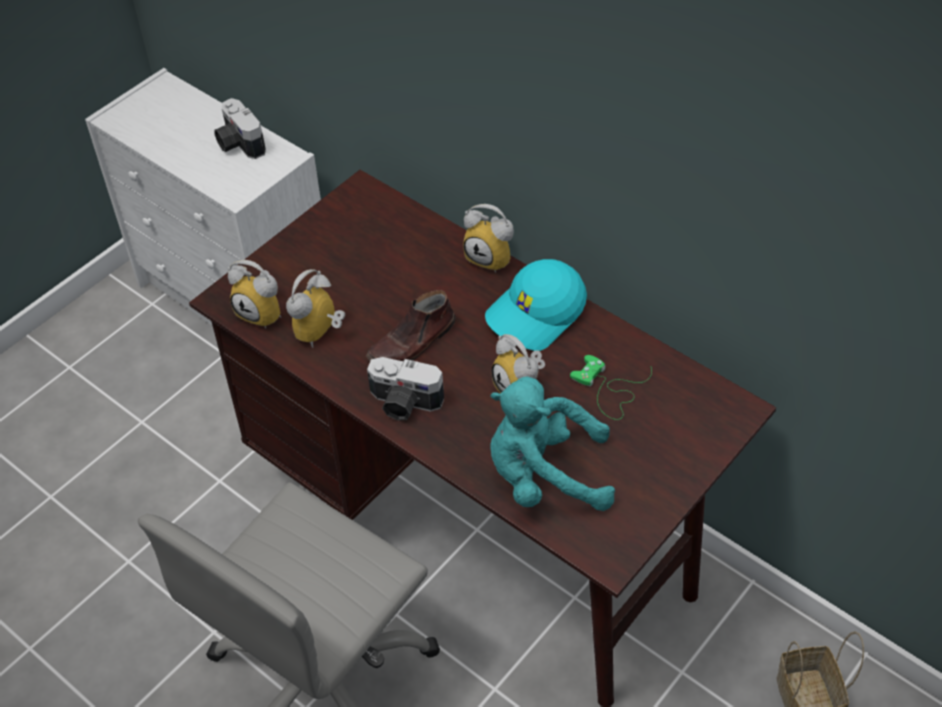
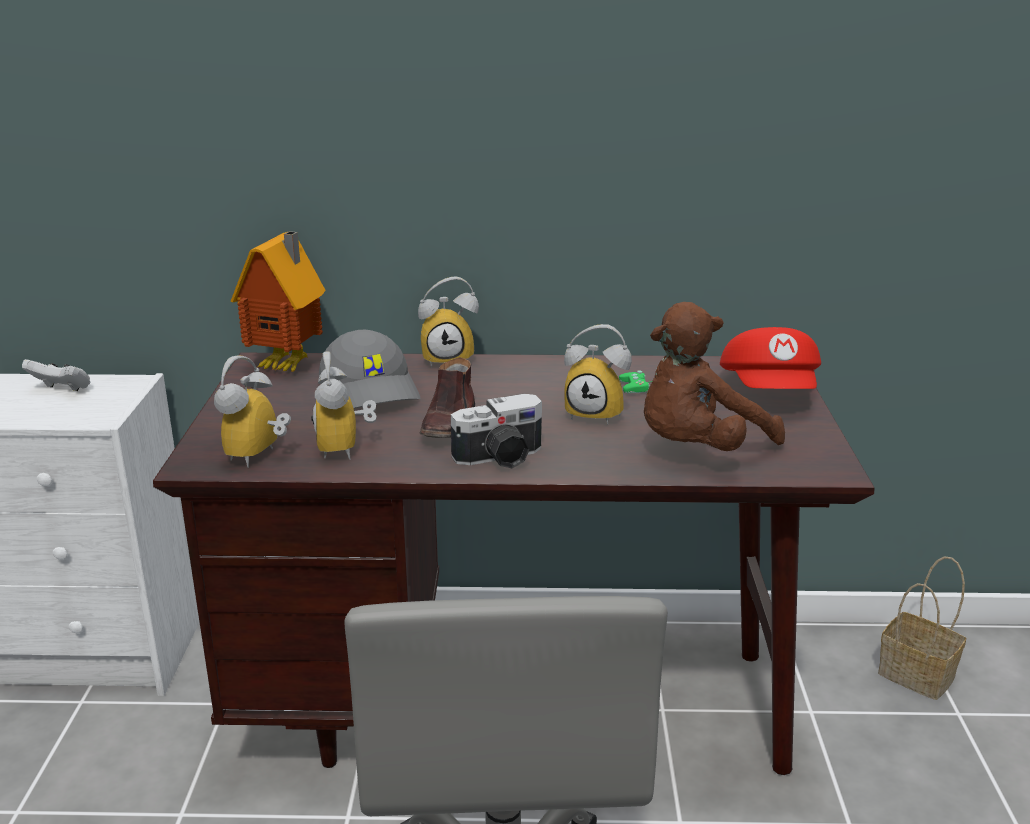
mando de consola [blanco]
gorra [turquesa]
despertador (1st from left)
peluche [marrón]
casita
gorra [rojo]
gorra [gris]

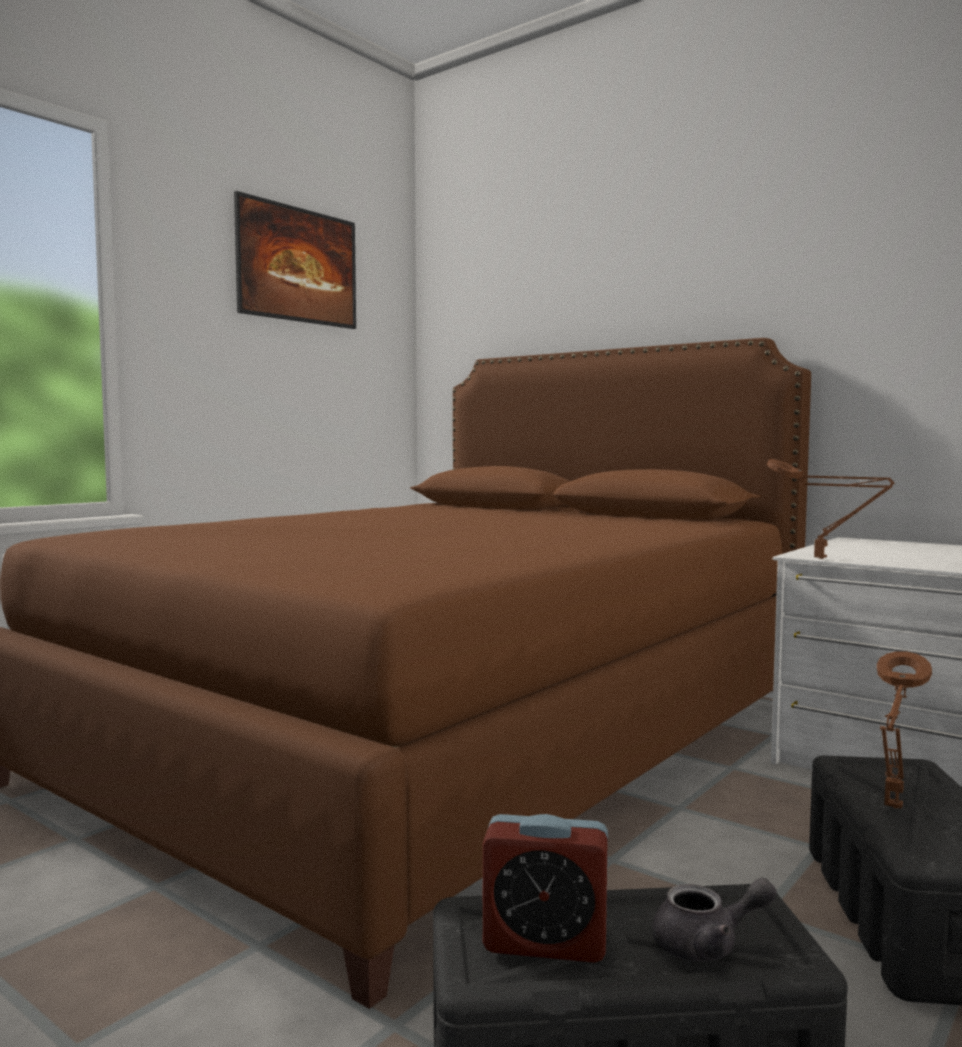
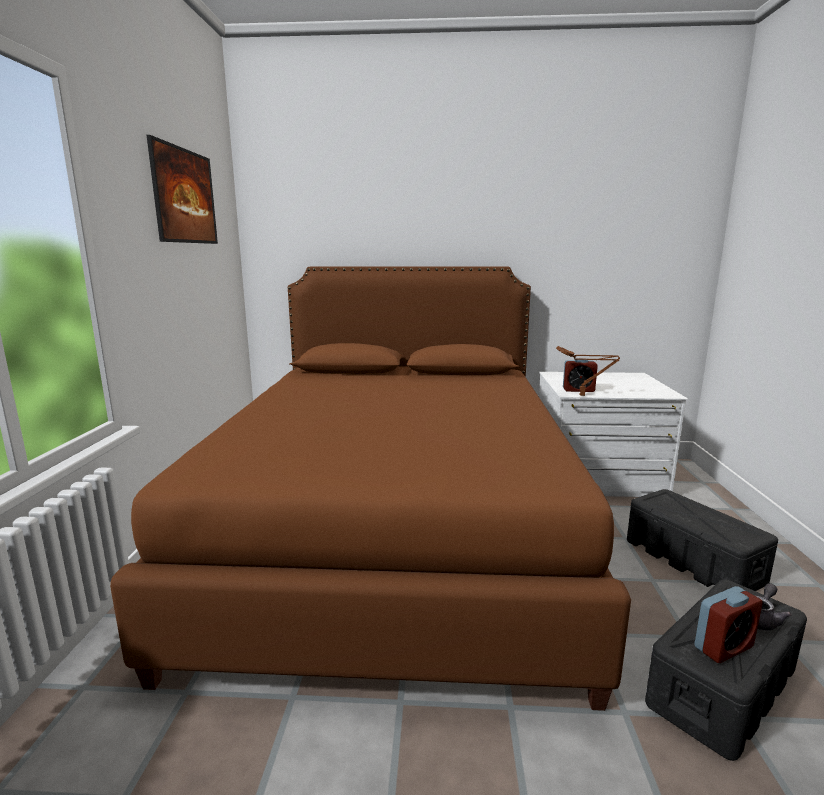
lámpara de mesa [marrón] (2nd from left in the first image)
despertador (1st from left)

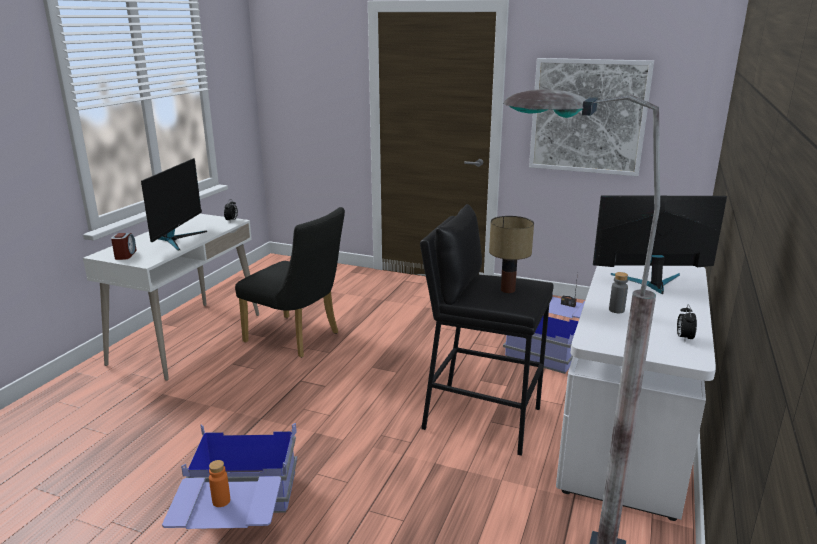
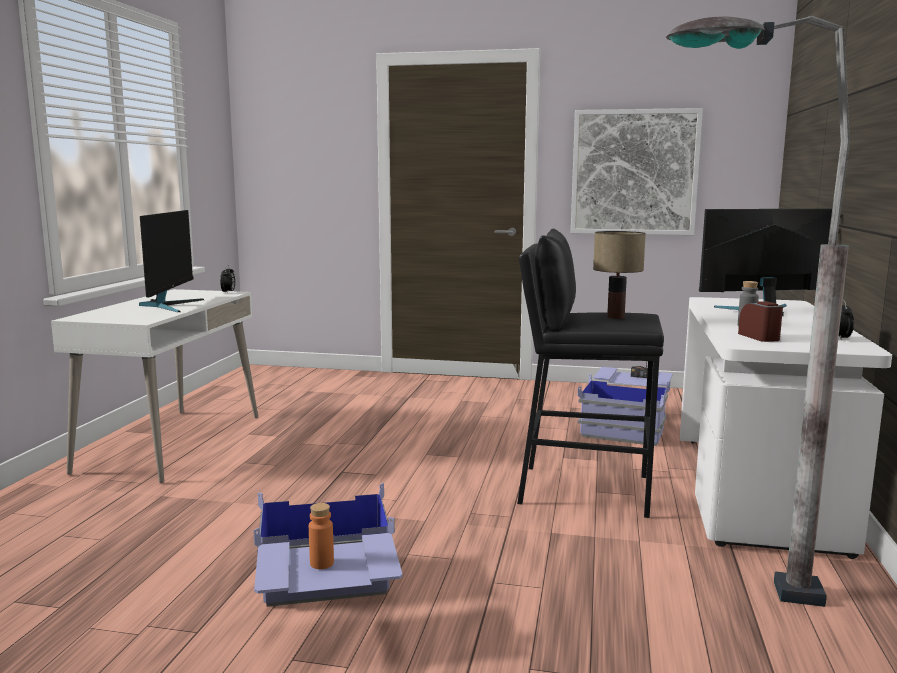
silla [negro]
despertador (2nd from left)

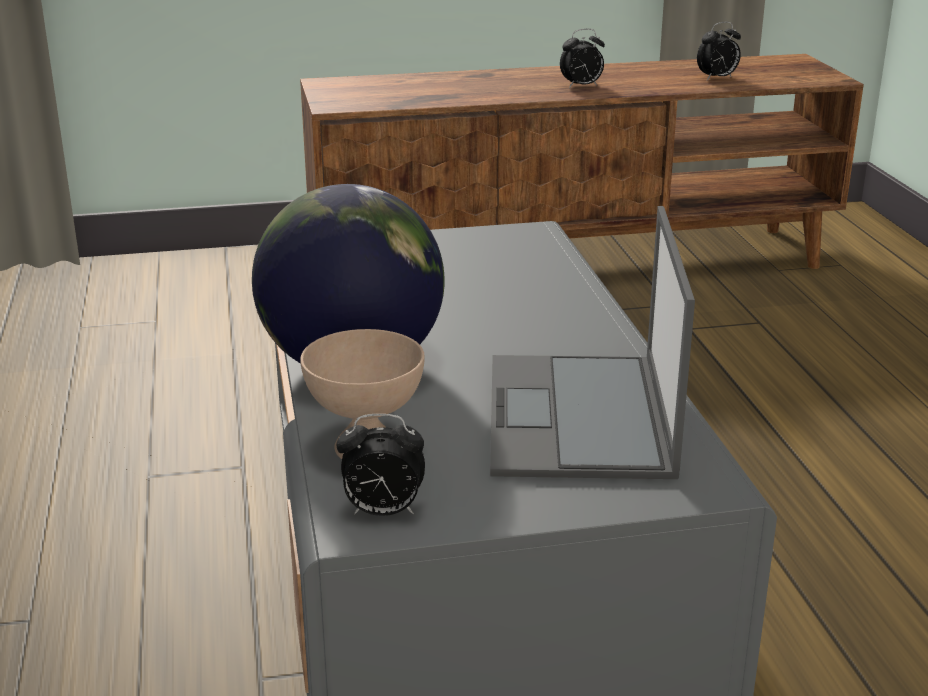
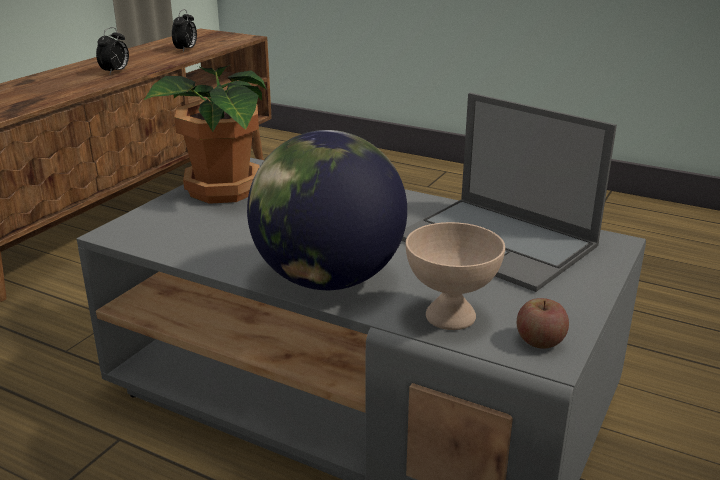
manzana
planta en maceta

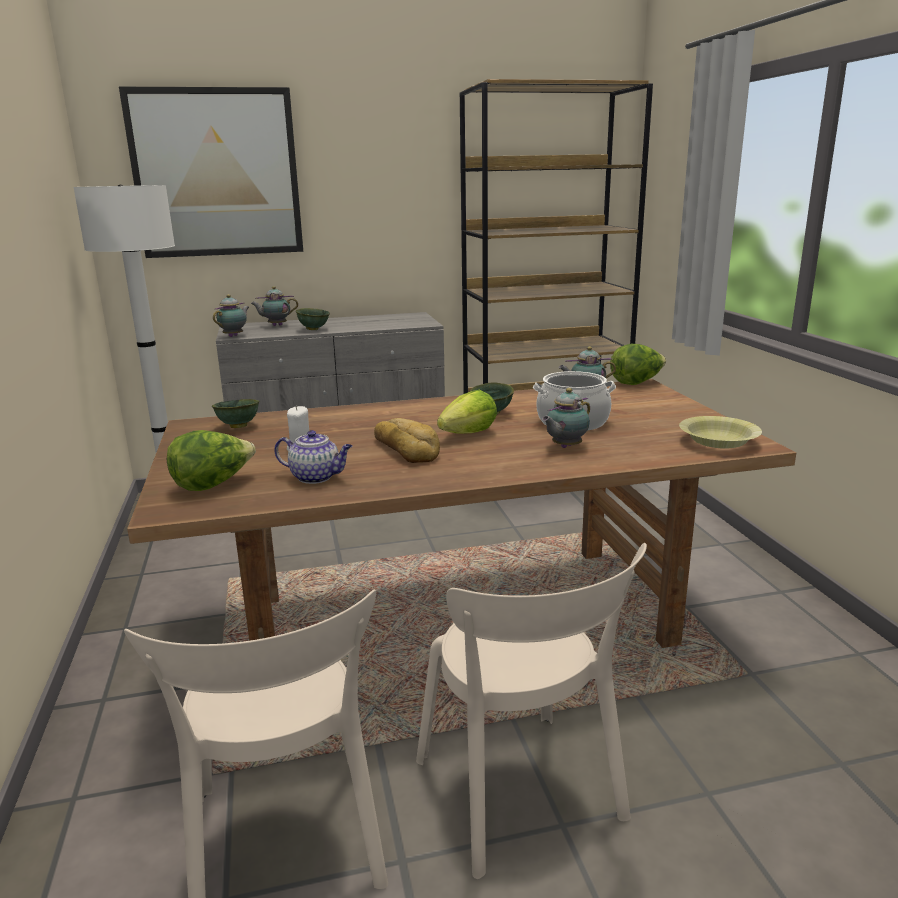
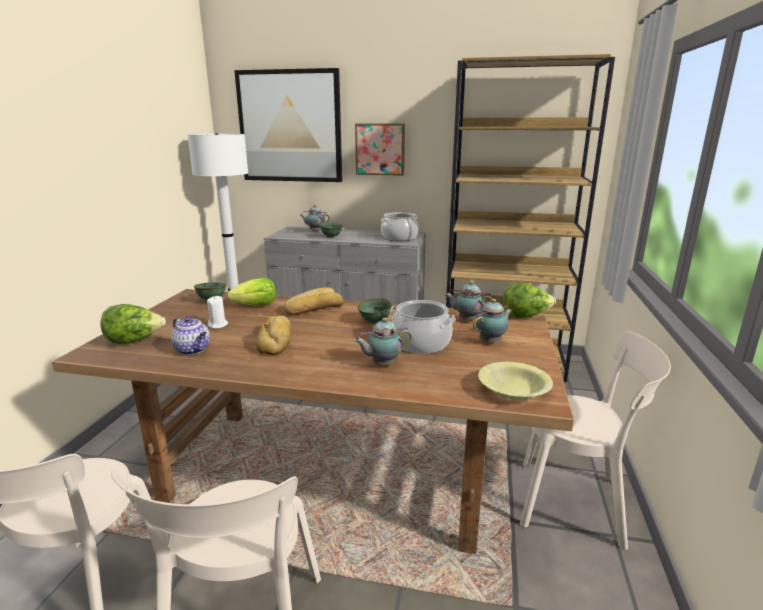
tetera (5th from left)
lechuga (2nd from left)
cuadro (2nd from left)
olla (1st from left)
pan (2nd from left)
silla [beis] (3rd from left)

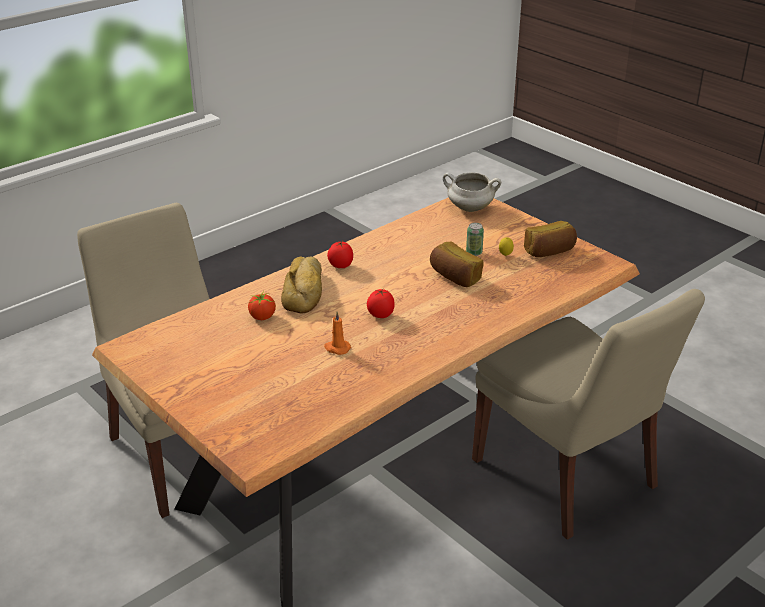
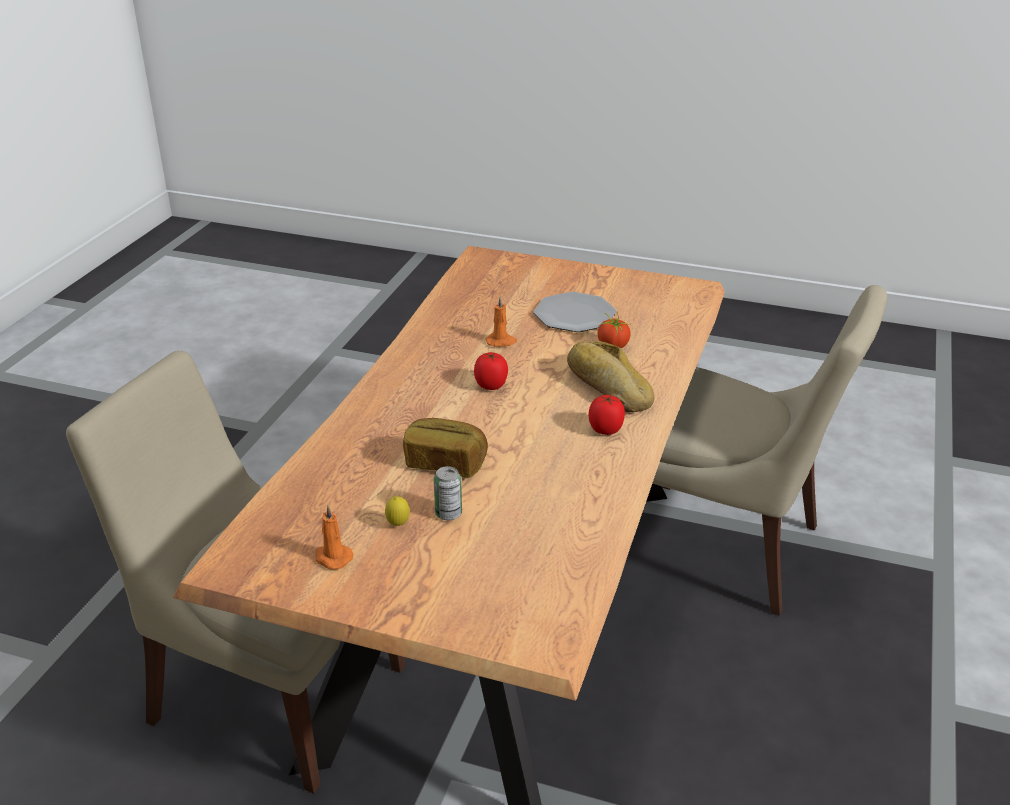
olla [blanco]
vela [naranja] (1st from left)
plato

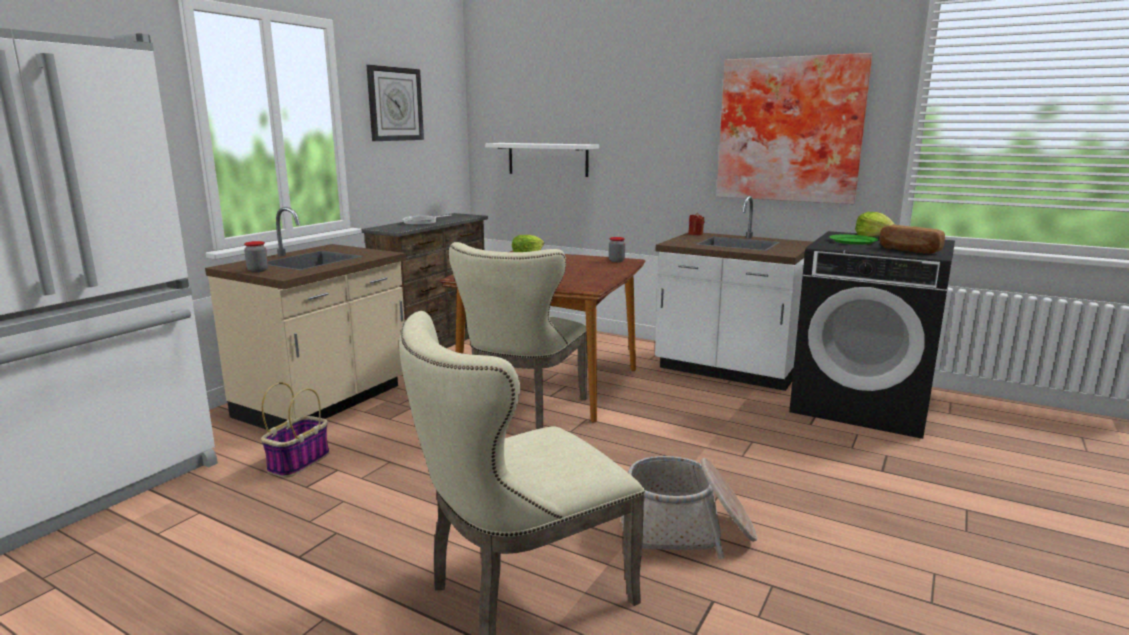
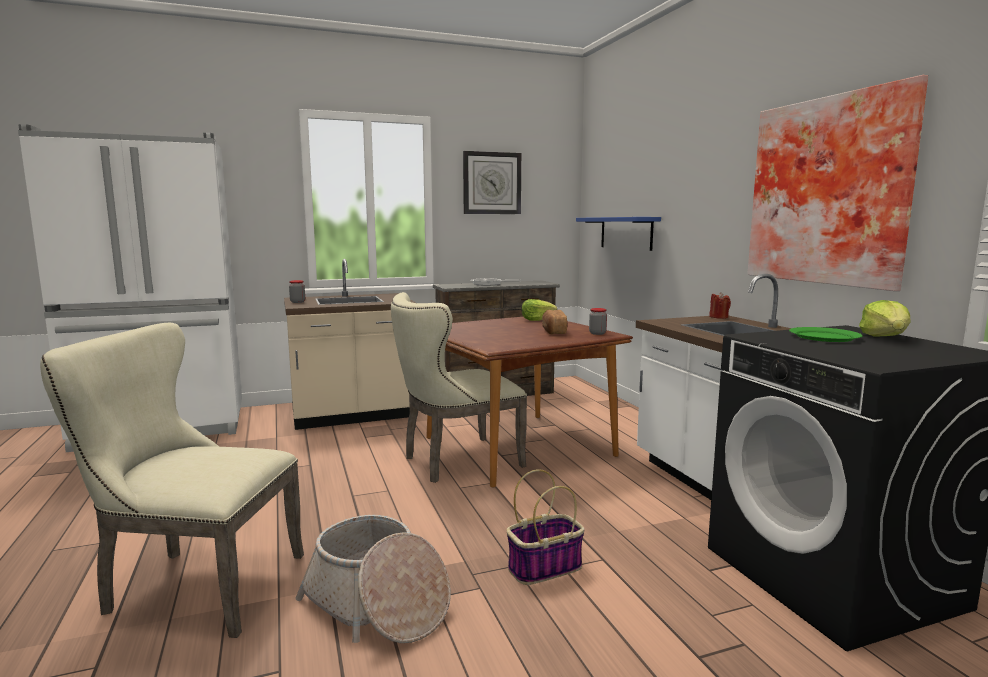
estante [azul]
pan
cesta (2nd from left)

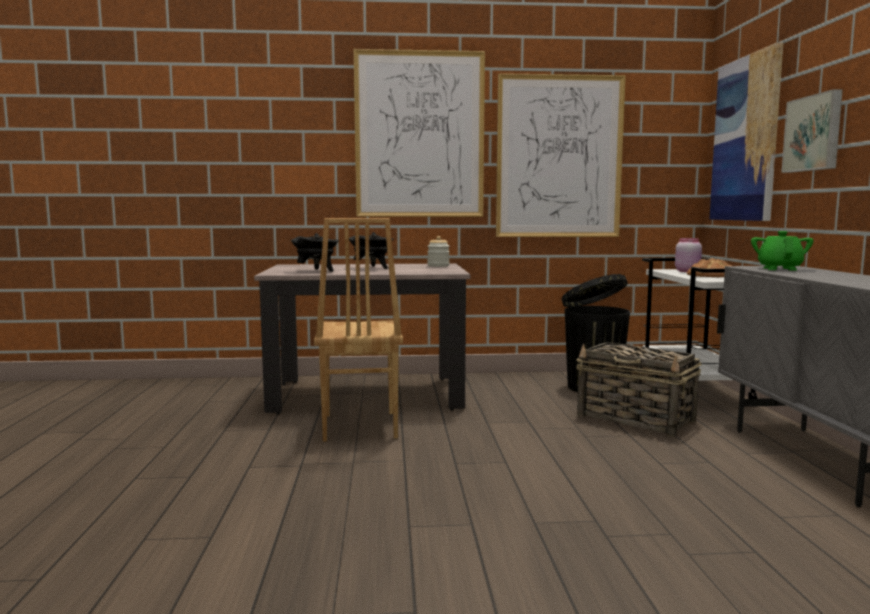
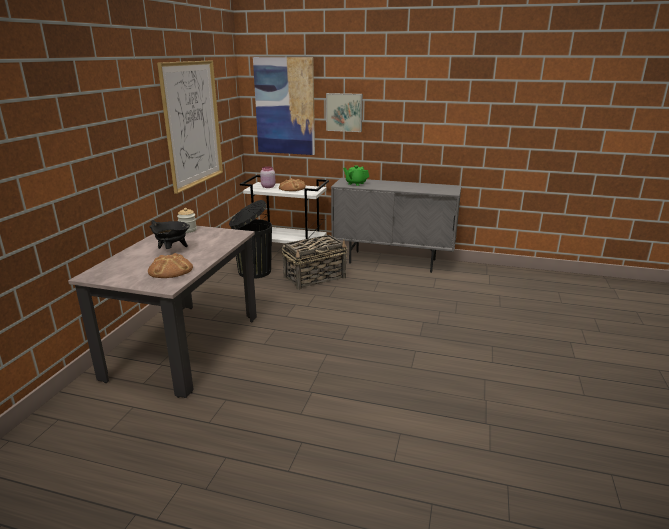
cuadro (1st from left in the first image)
silla [marrón]
pan (1st from left)

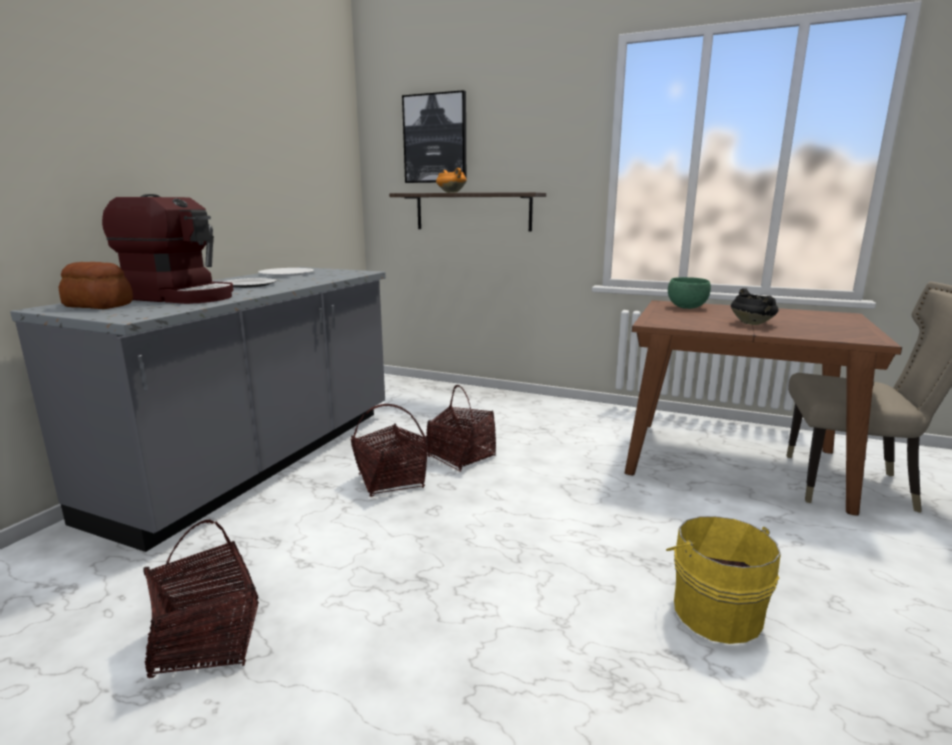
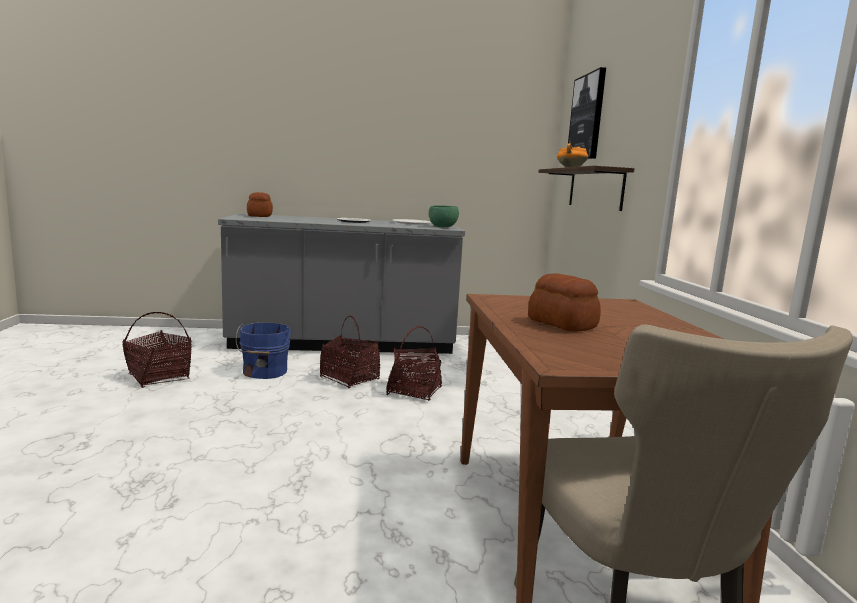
cafetera
cuenco [verde]
pan (2nd from left)
cubo [amarillo]
cubo [azul]

